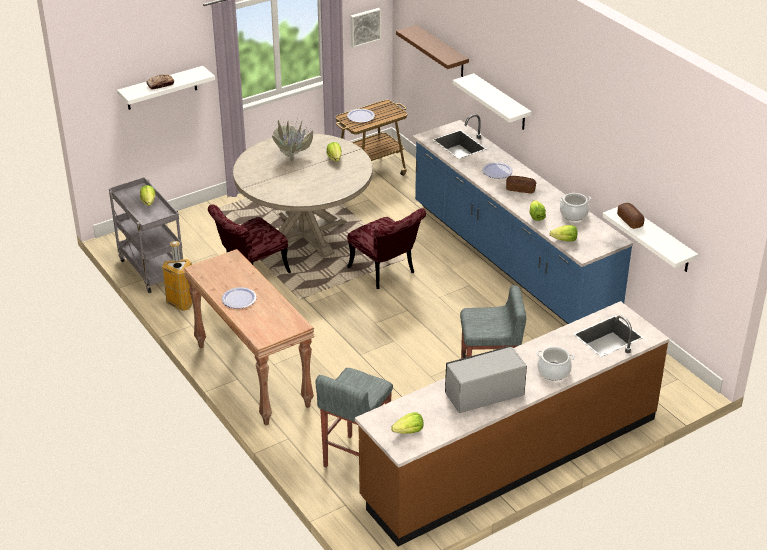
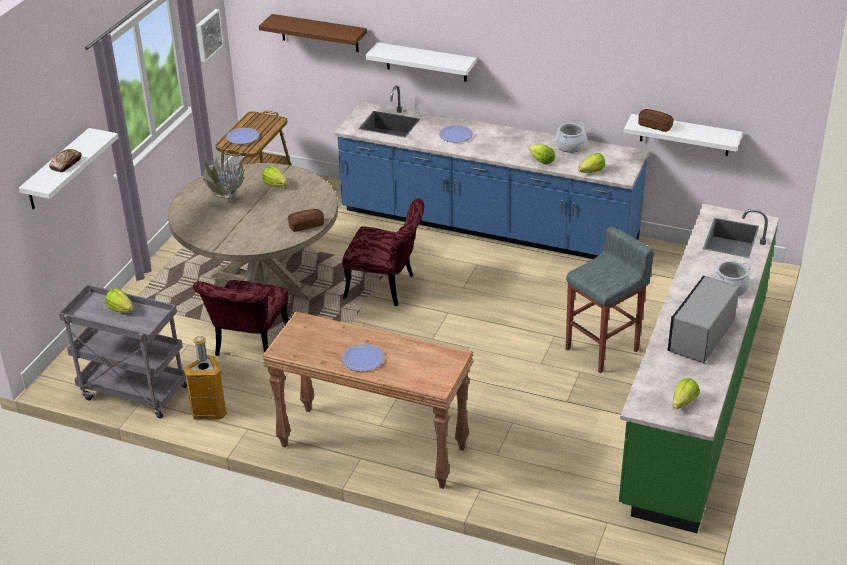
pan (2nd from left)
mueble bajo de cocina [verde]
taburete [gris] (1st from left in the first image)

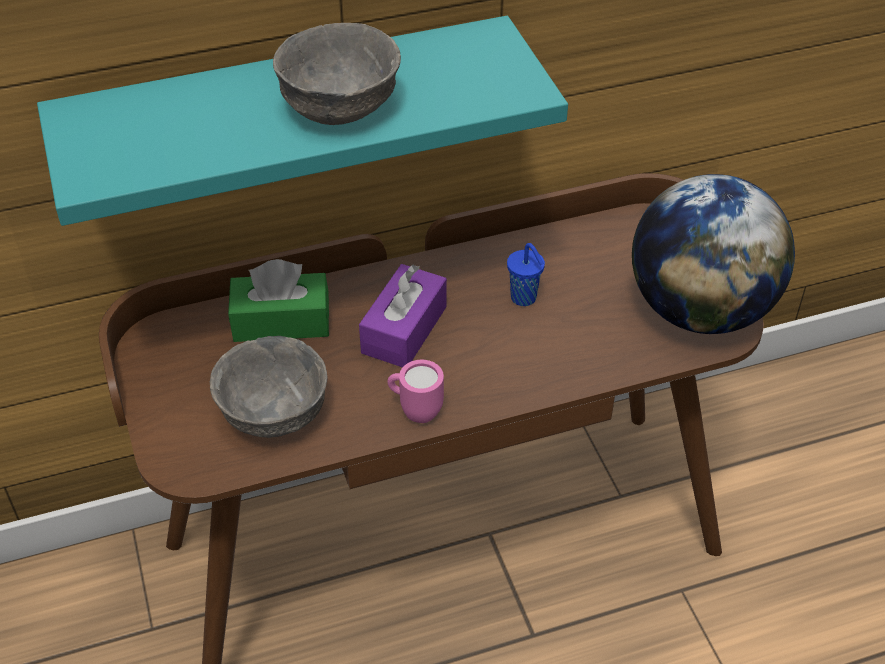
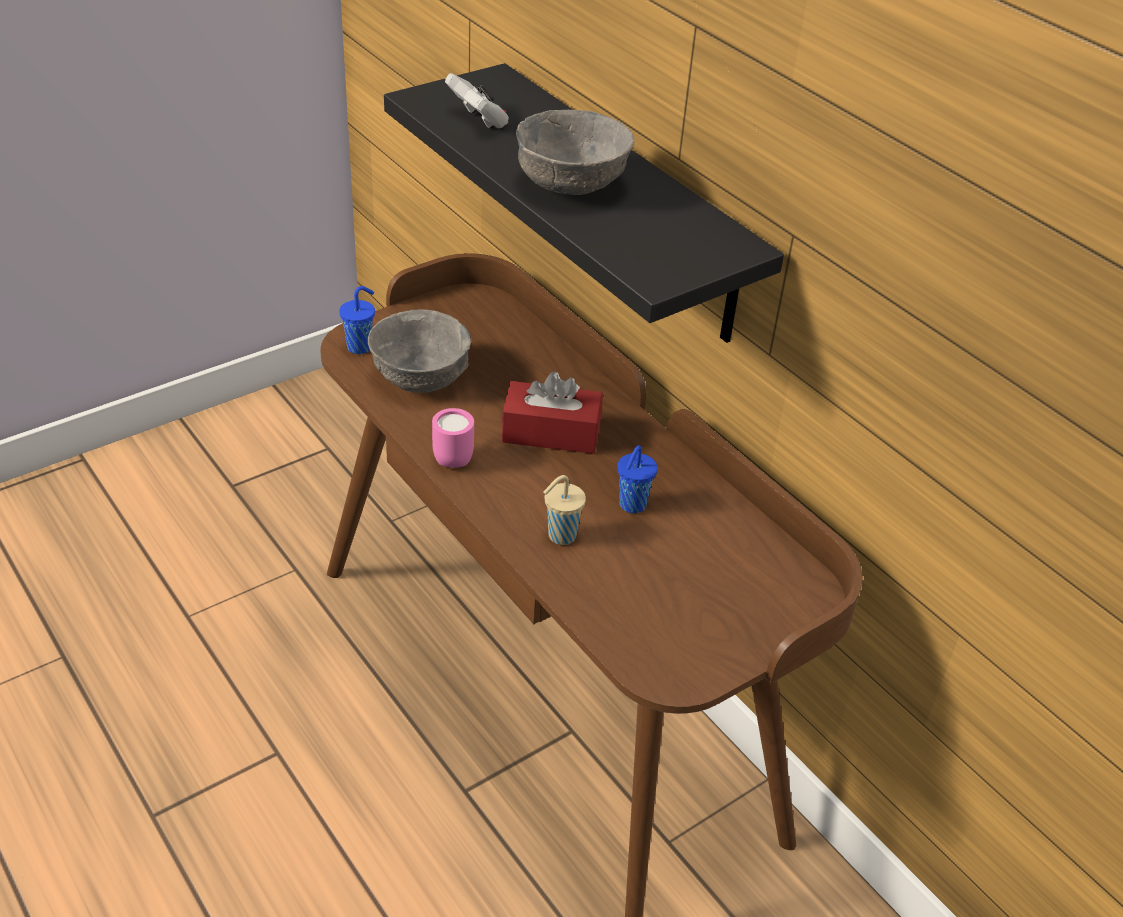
estante [negro]
globo terráqueo
caja de pañuelos [verde]
caja de pañuelos [rojo]
mando de consola [blanco]
taza [azul] (1st from left)
taza [beis]

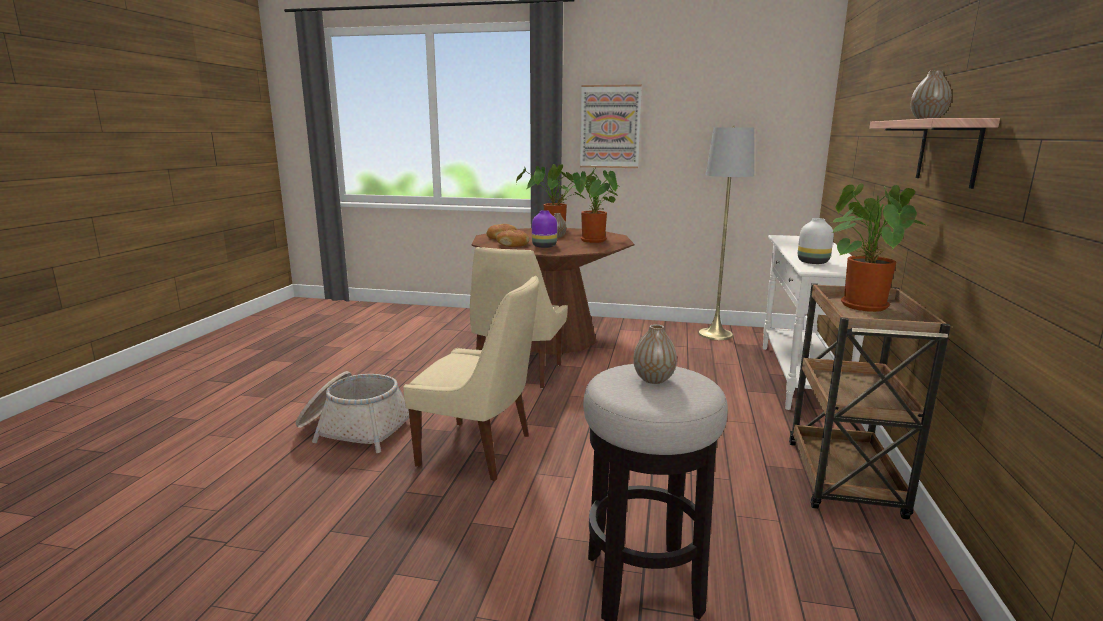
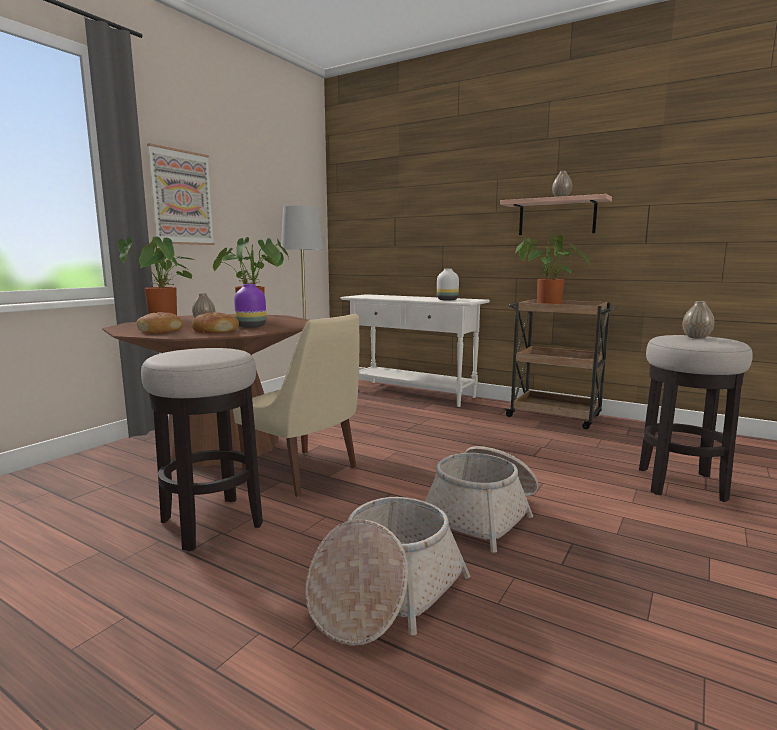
cesta (2nd from left)
taburete (1st from left)

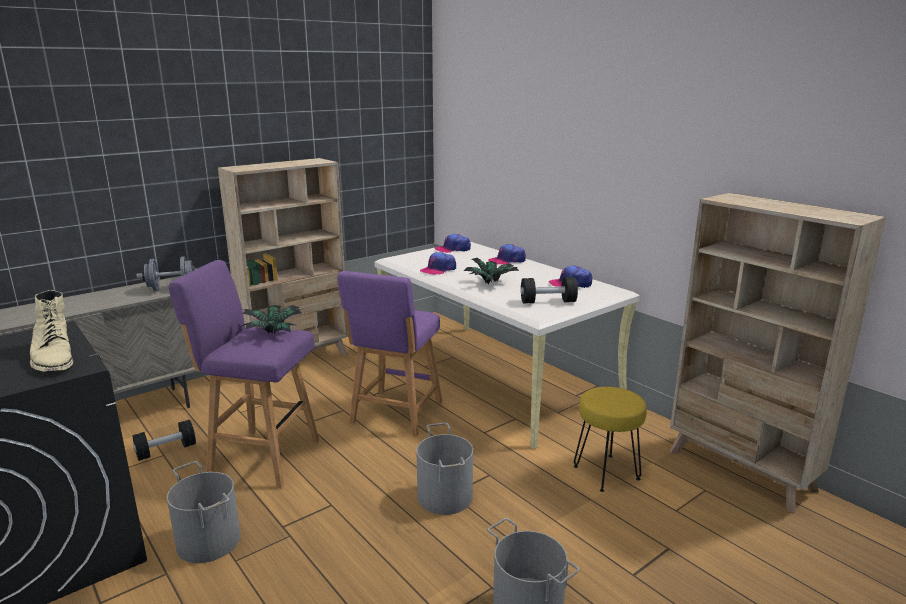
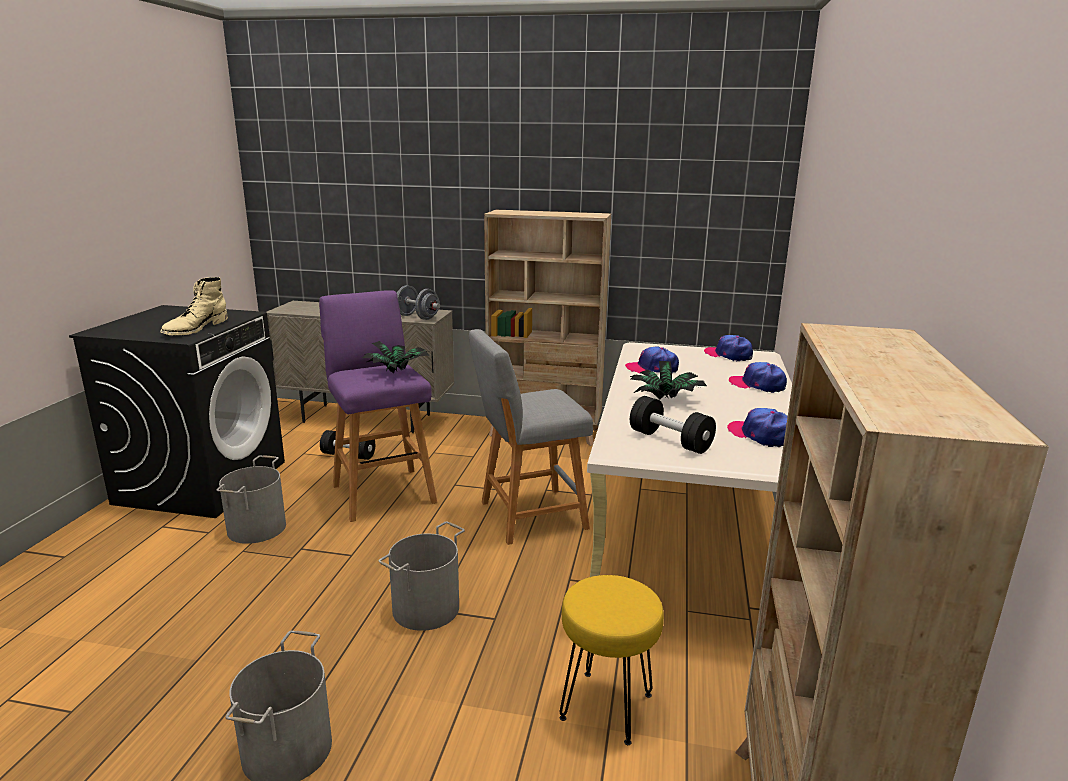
taburete [gris]

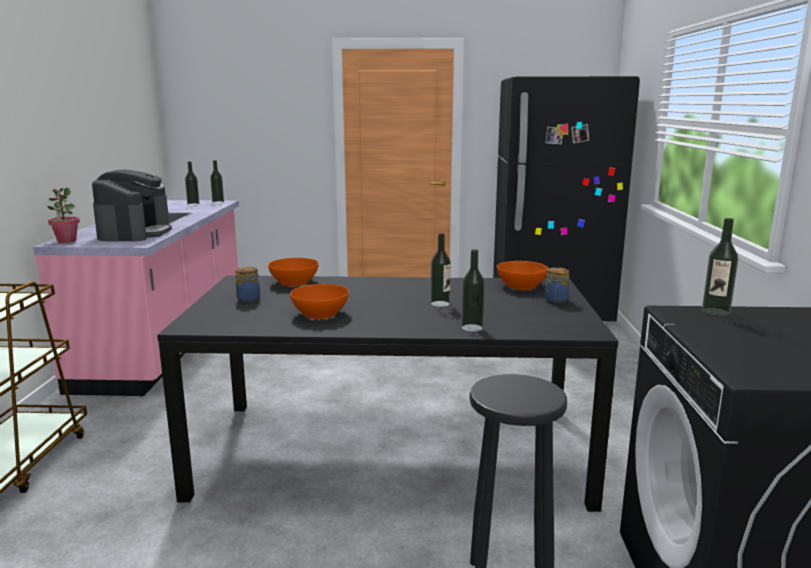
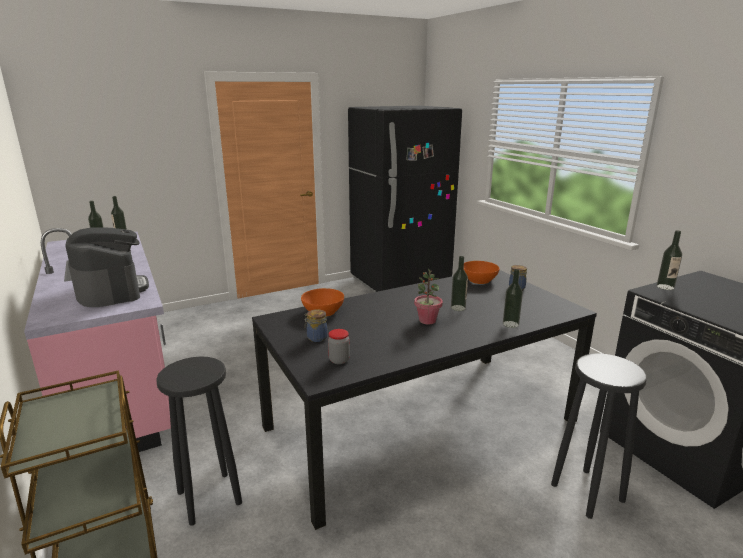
planta en maceta
cuenco [naranja] (2nd from left in the first image)
tarro (2nd from left)
taburete [negro] (1st from left)

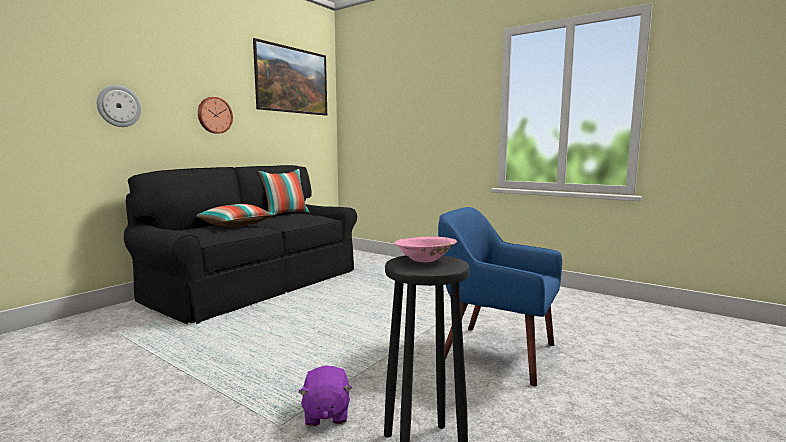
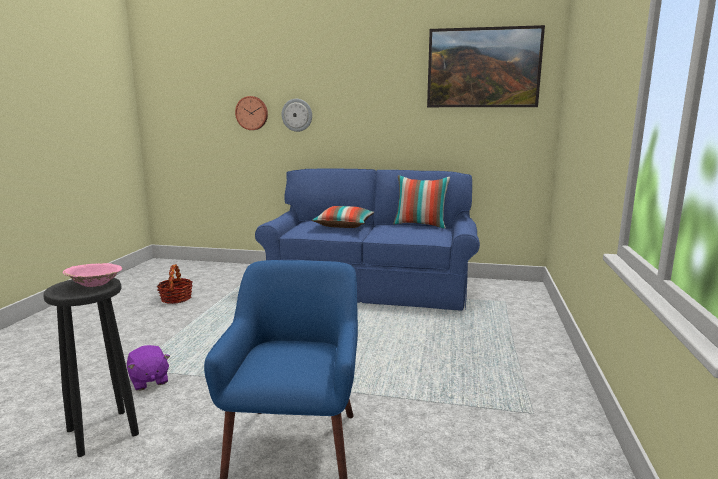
reloj de pared (1st from left)
sofá [azul]
peluche [morado]
cesta

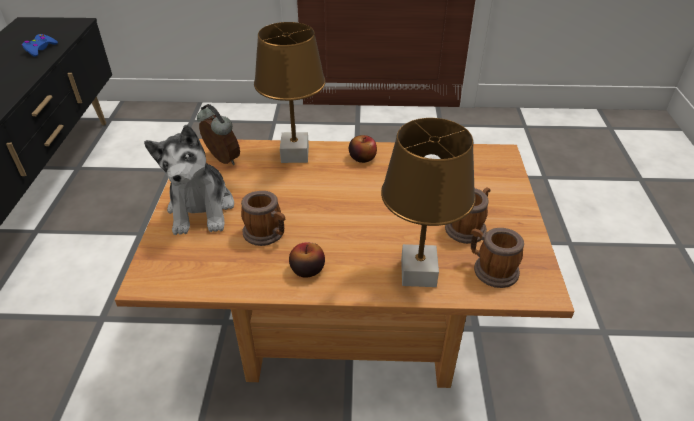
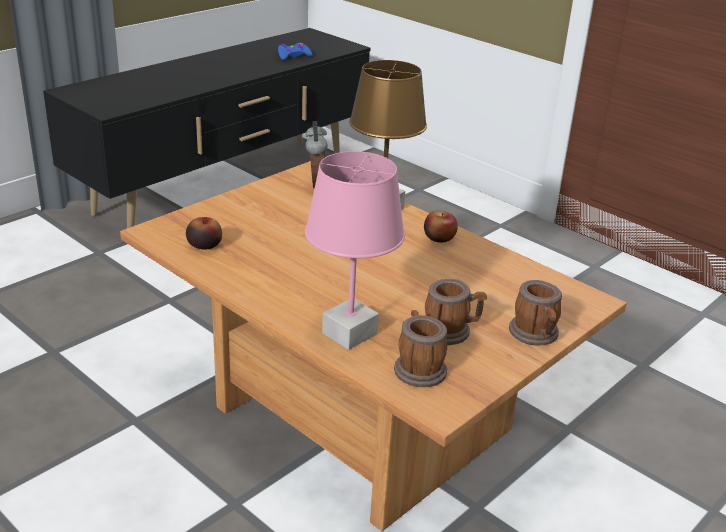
lámpara de mesa [rosa]
peluche
taza grande (3rd from left)
manzana (1st from left)

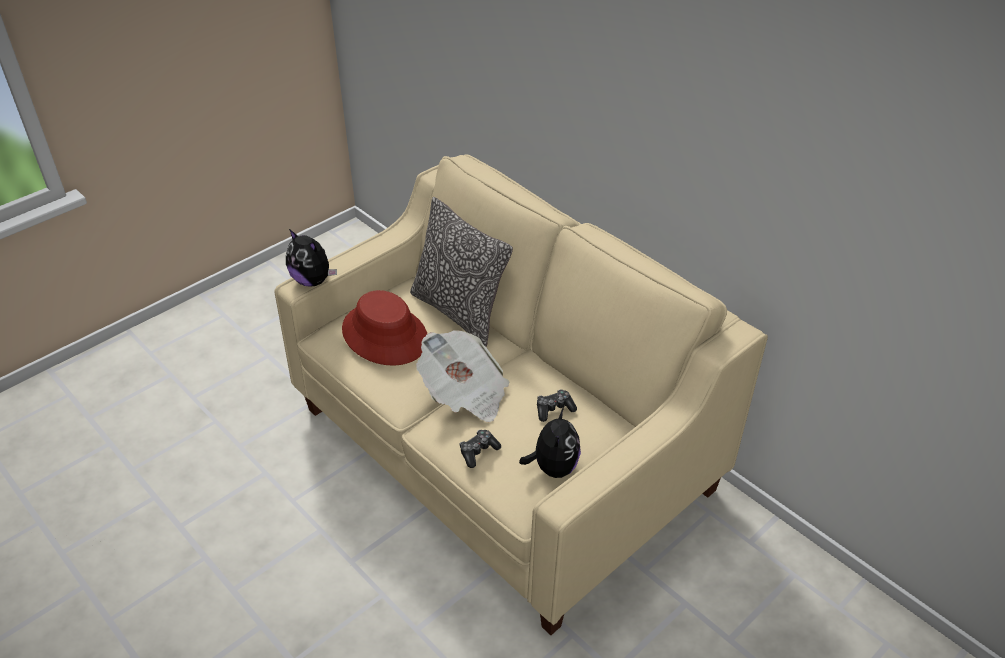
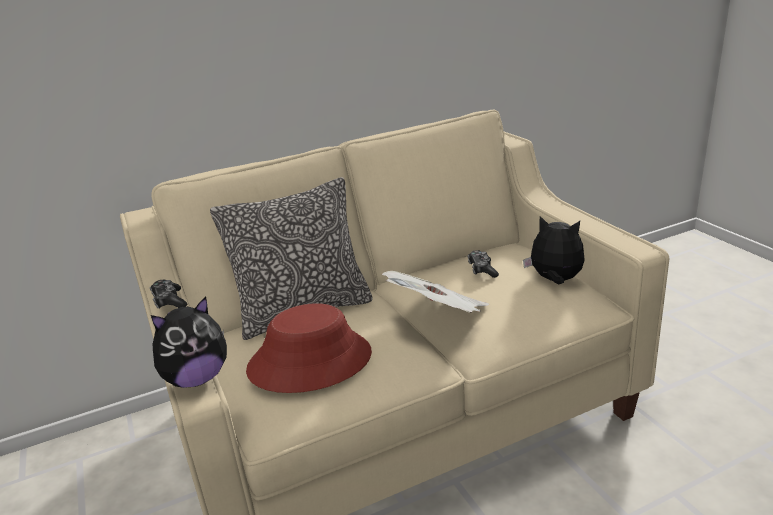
mando de consola (1st from left)

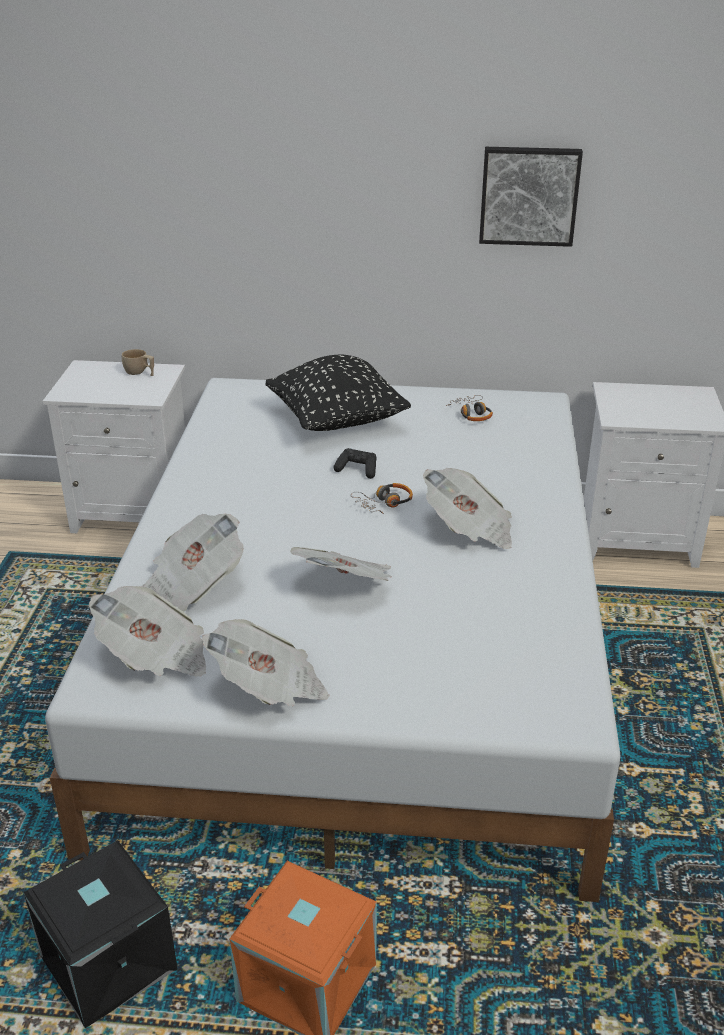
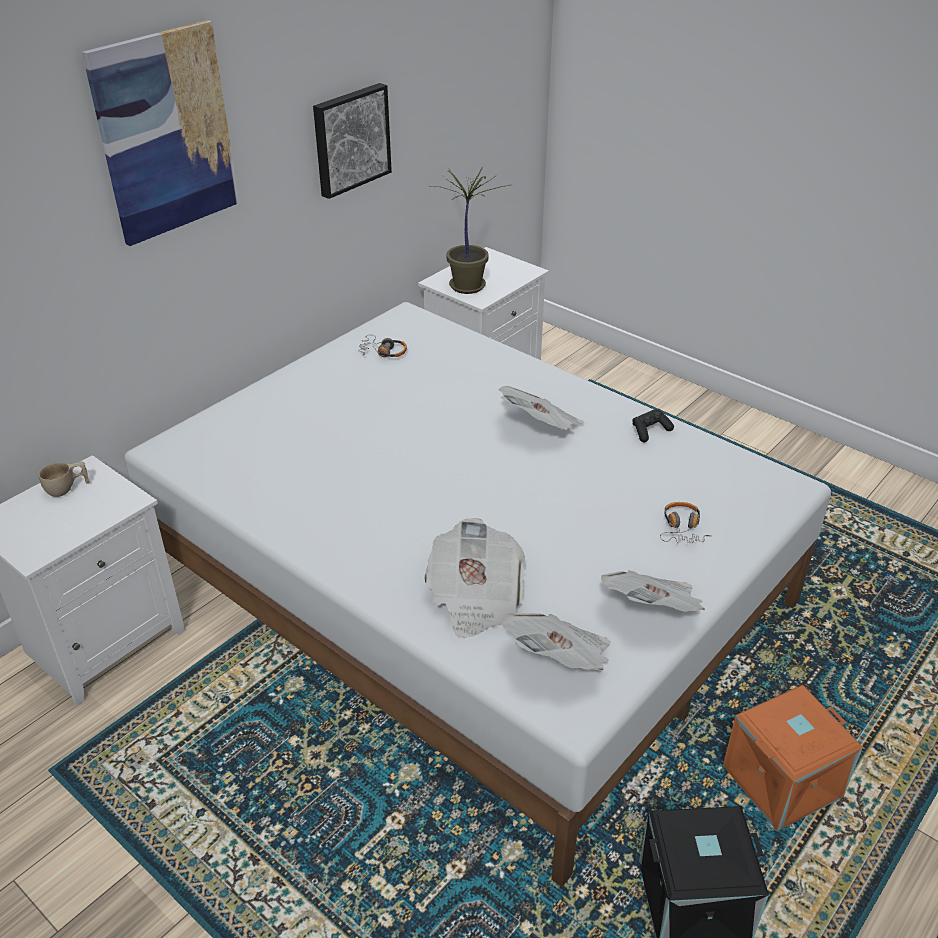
cojín [negro]
mando de consola [negro]
auriculares (2nd from left)
periódico (4th from left in the first image)
cuadro (1st from left)
planta en maceta

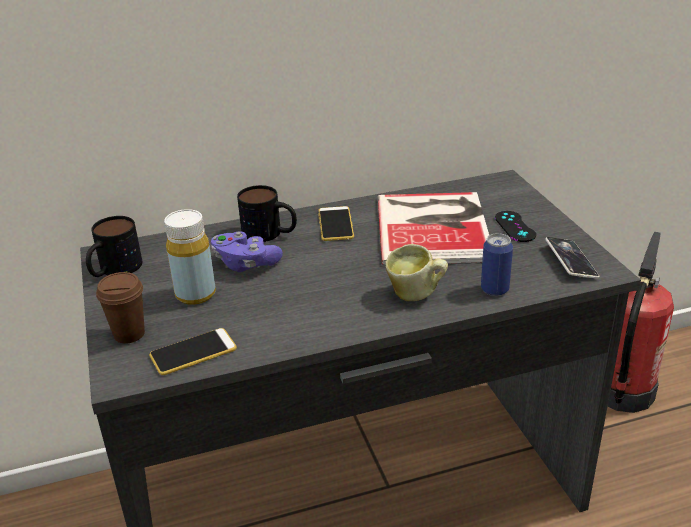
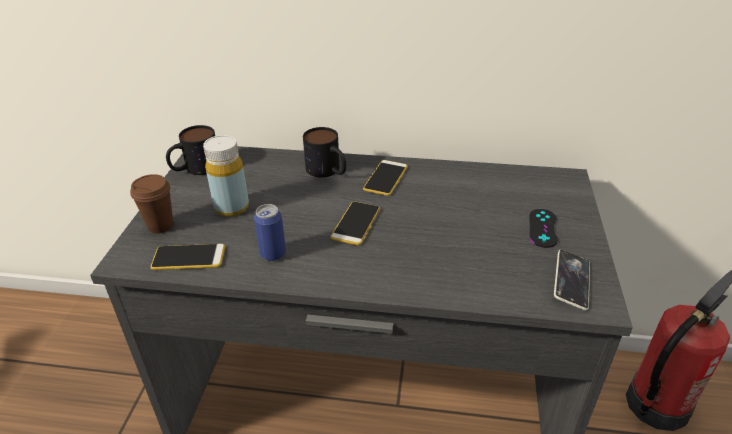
libro
mando de consola [morado]
lata
taza grande (3rd from left in the first image)
móvil (2nd from left)

